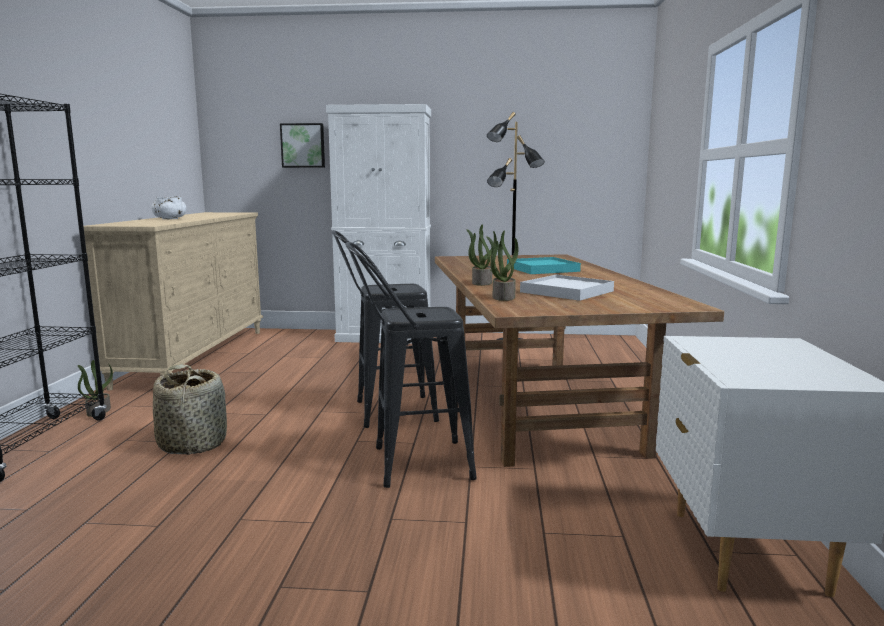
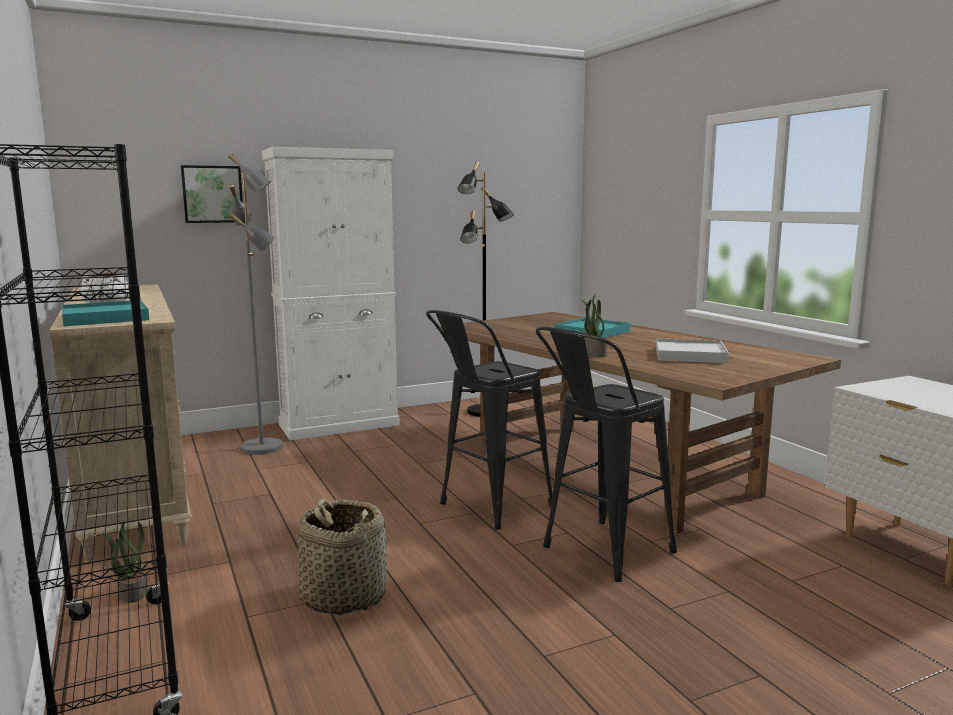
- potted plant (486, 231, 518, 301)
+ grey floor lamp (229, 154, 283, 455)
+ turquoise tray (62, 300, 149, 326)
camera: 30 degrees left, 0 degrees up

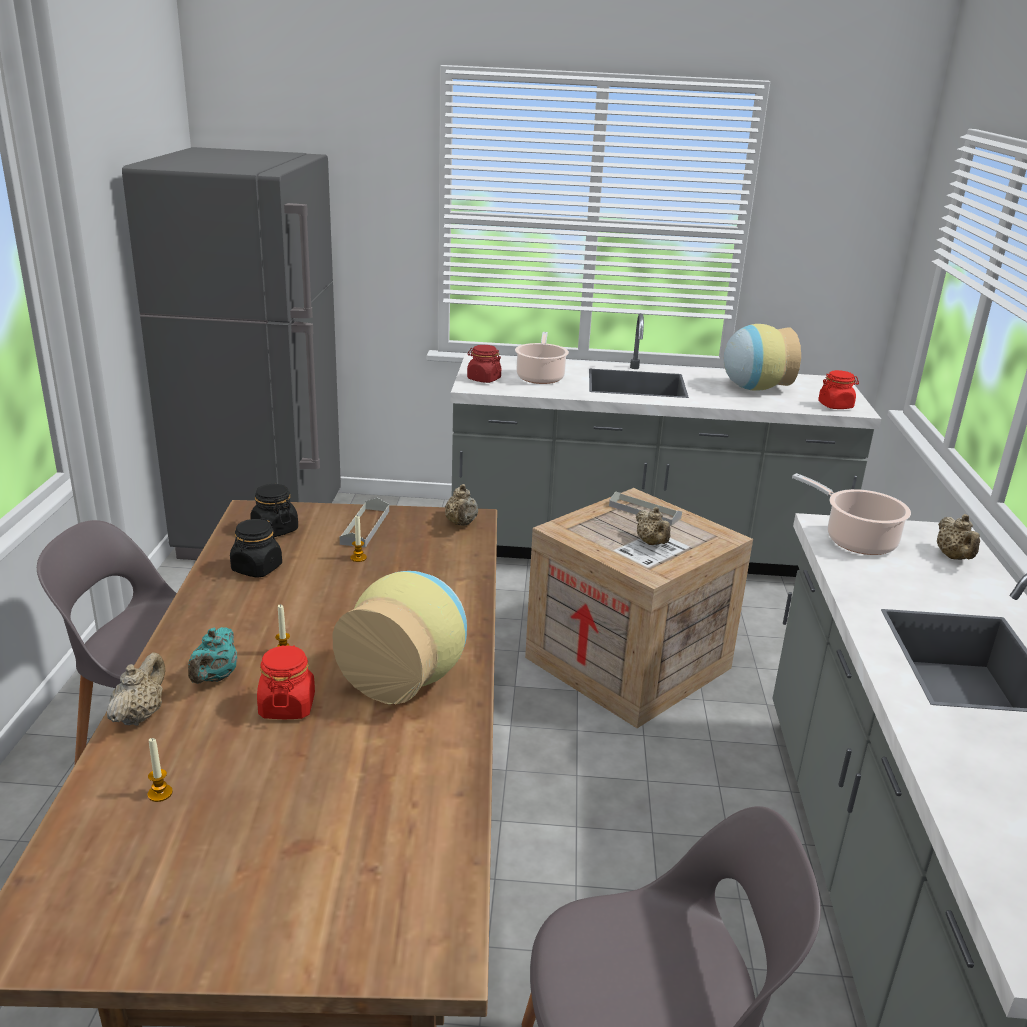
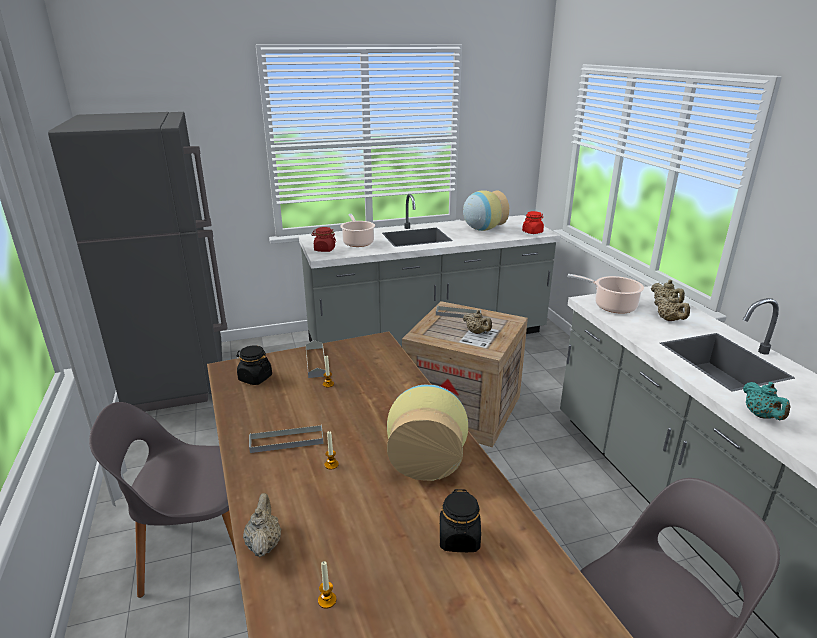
~ beige teapot (445, 484, 478, 525) to (654, 293, 690, 321)
~ black jar (230, 518, 282, 578) to (440, 489, 481, 552)
~ turquoise teapot (188, 627, 237, 684) to (743, 382, 791, 420)
- red jar (257, 645, 315, 719)
+ grey tray (249, 424, 324, 453)
camera: 20 degrees left, 0 degrees up

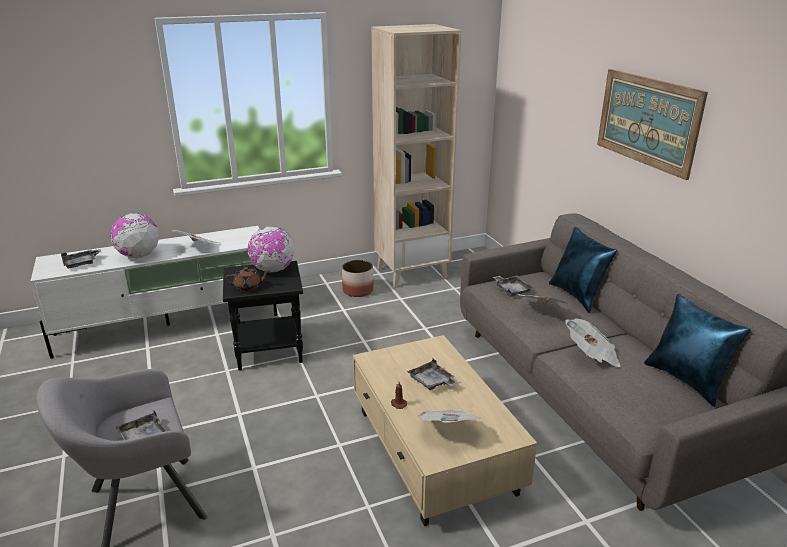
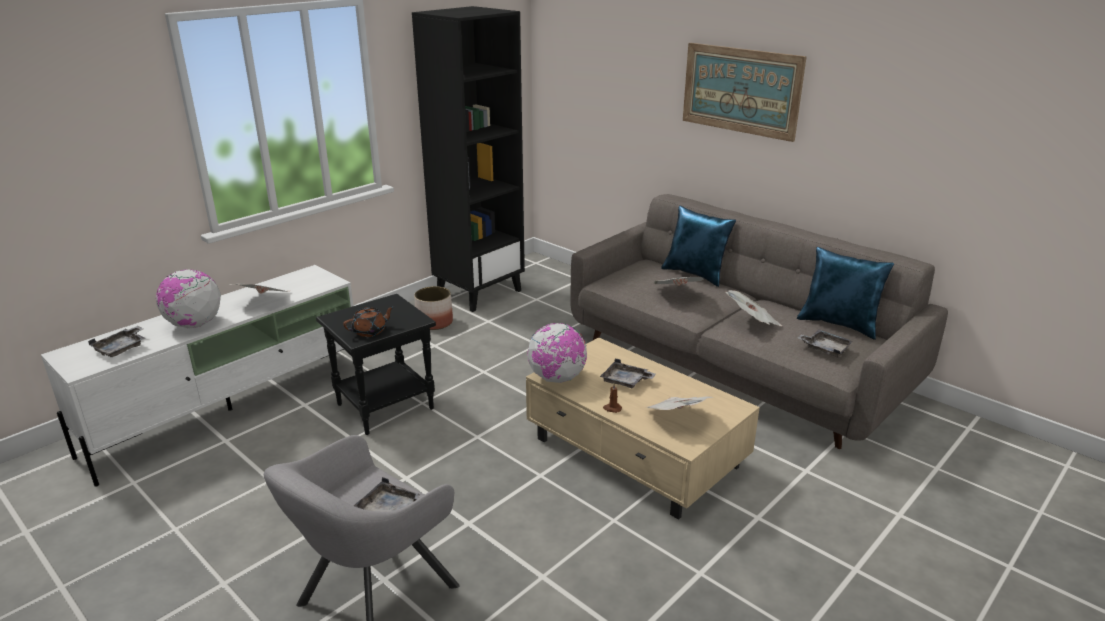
~ beige bookcase (371, 24, 462, 288) to black bookcase (412, 6, 525, 312)
~ globe (248, 226, 295, 273) to (527, 323, 587, 383)
~ grey tray (493, 275, 533, 297) to (797, 329, 853, 357)
camera: 25 degrees left, 0 degrees up

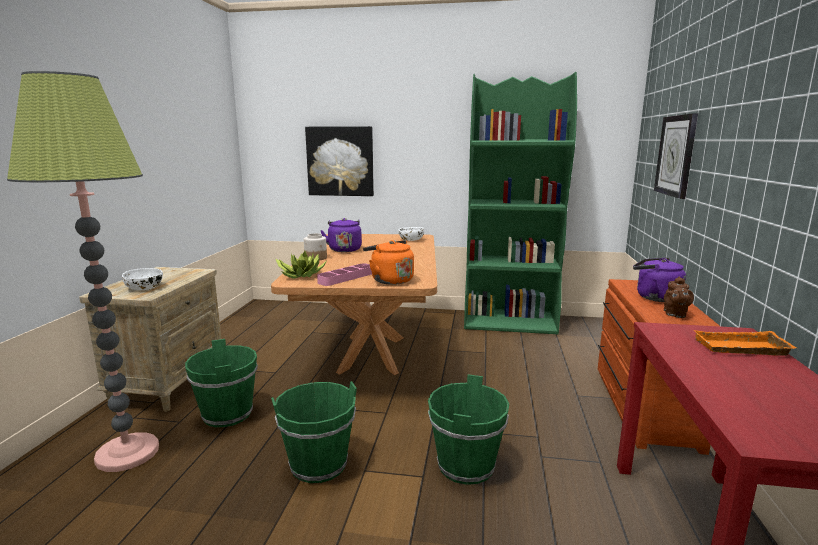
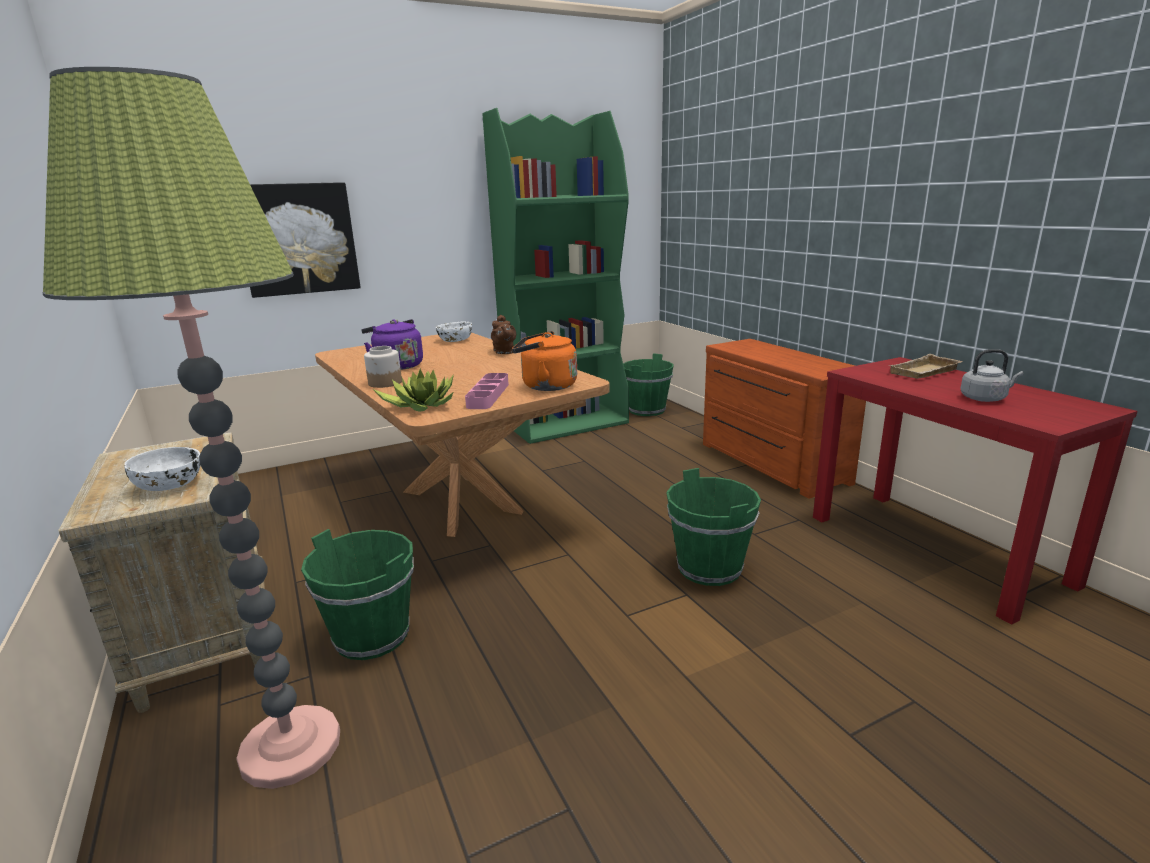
- wall clock (654, 113, 698, 199)
- purple kettle (633, 258, 686, 302)
~ brown teapot (664, 277, 694, 318) to (491, 315, 516, 354)
~ orange tray (694, 330, 796, 356) to beige tray (890, 354, 963, 379)
~ green bucket (271, 381, 357, 483) to (623, 353, 674, 416)
+ grey kettle (960, 349, 1024, 402)
camera: 35 degrees left, 5 degrees up

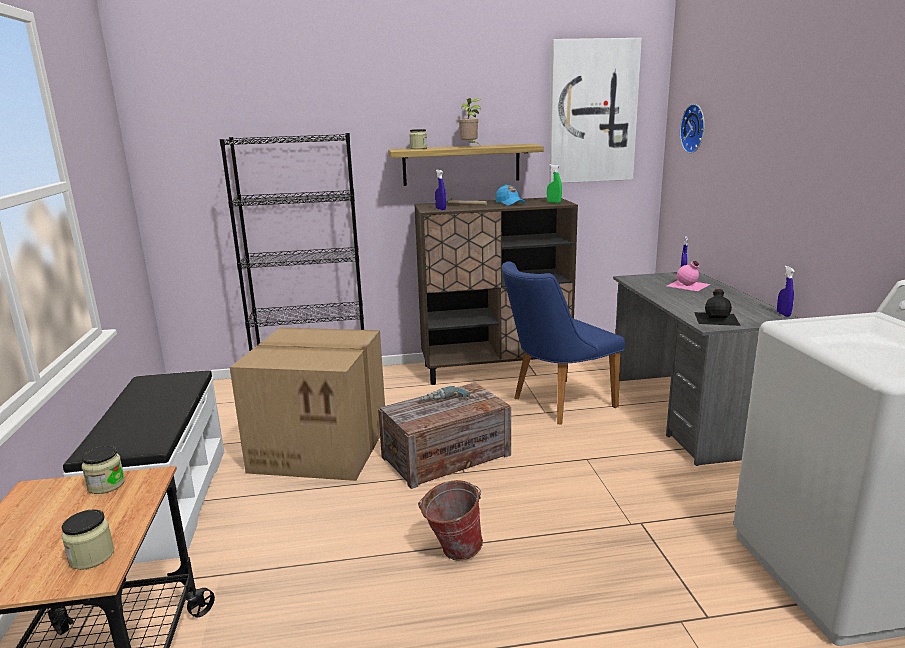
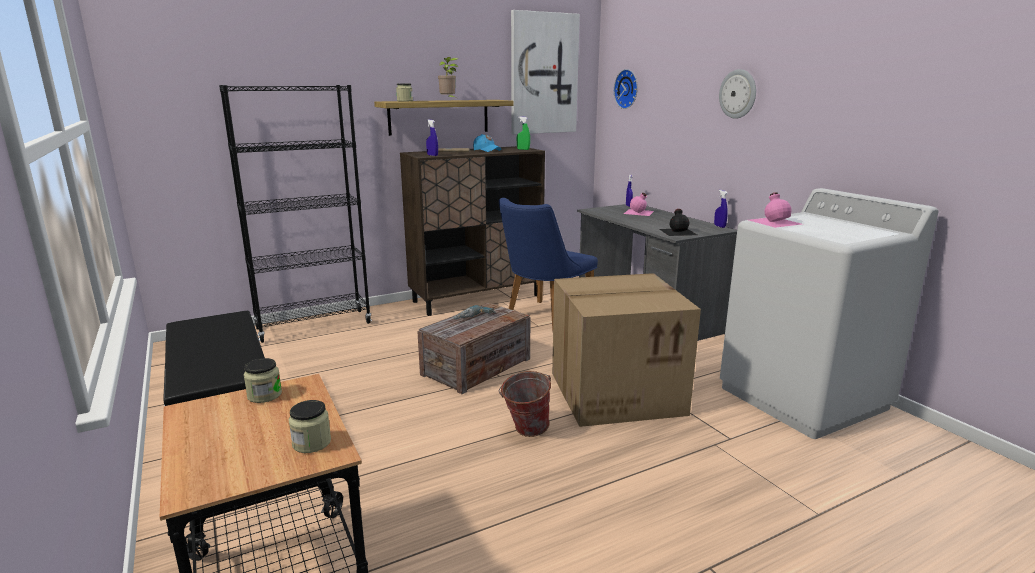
~ cardboard box (230, 328, 385, 481) to (552, 273, 701, 427)
+ wall clock (719, 69, 756, 119)
+ pink bottle (749, 192, 802, 228)
camera: 20 degrees left, 0 degrees up

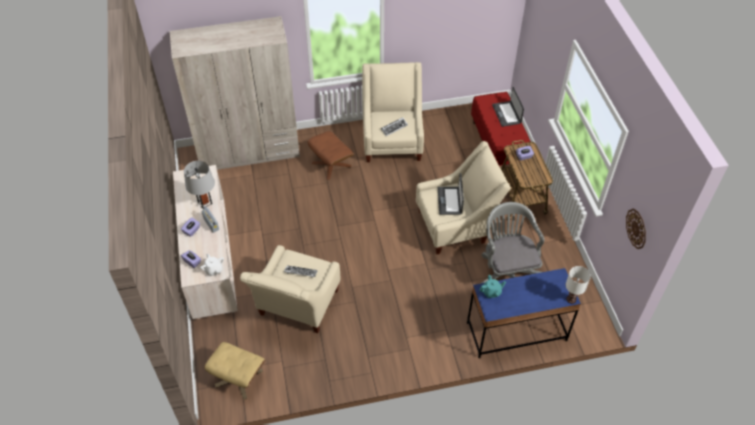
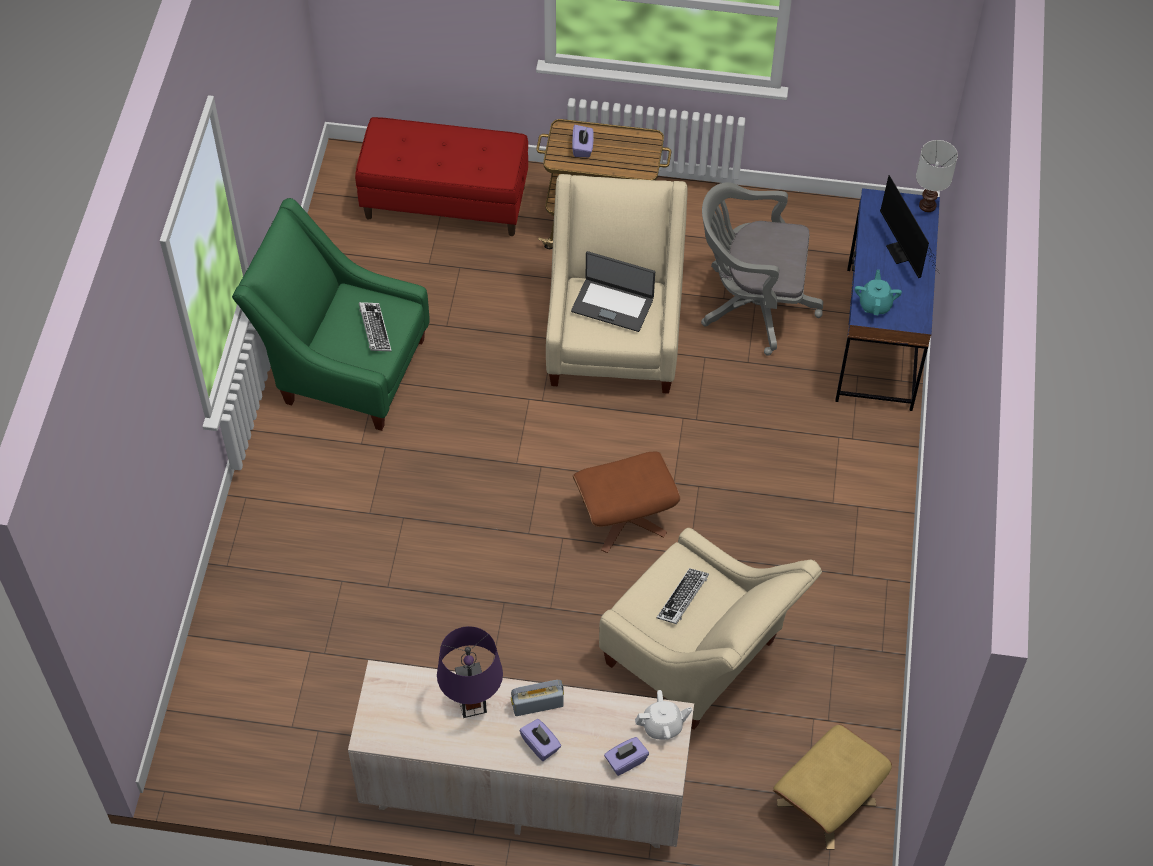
- beige wardrobe (170, 16, 300, 170)
~ beige armchair (362, 62, 424, 162) to green armchair (232, 198, 430, 431)
- laptop (492, 87, 524, 127)
~ brown ottoman (307, 131, 354, 180) to (573, 452, 680, 553)
~ grey table lamp (184, 160, 215, 209) to purple table lamp (437, 626, 503, 718)
- wall clock (626, 208, 646, 249)
+ monitor (880, 175, 937, 278)
camera: 70 degrees left, 5 degrees up

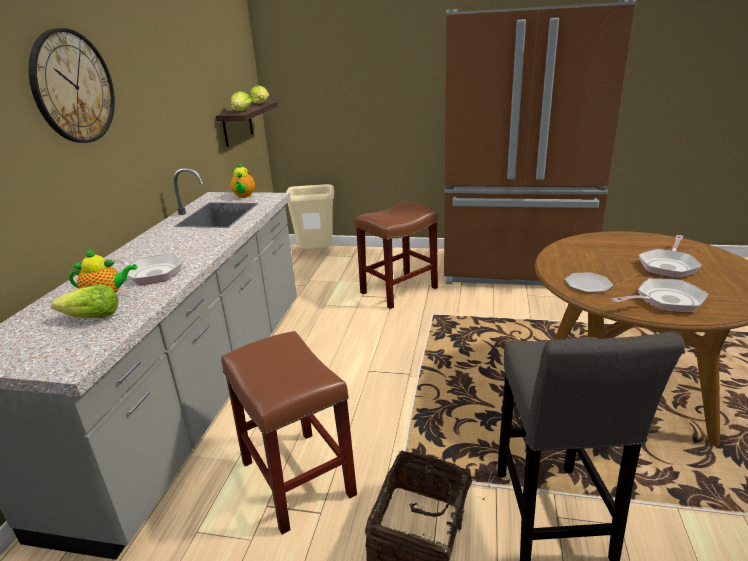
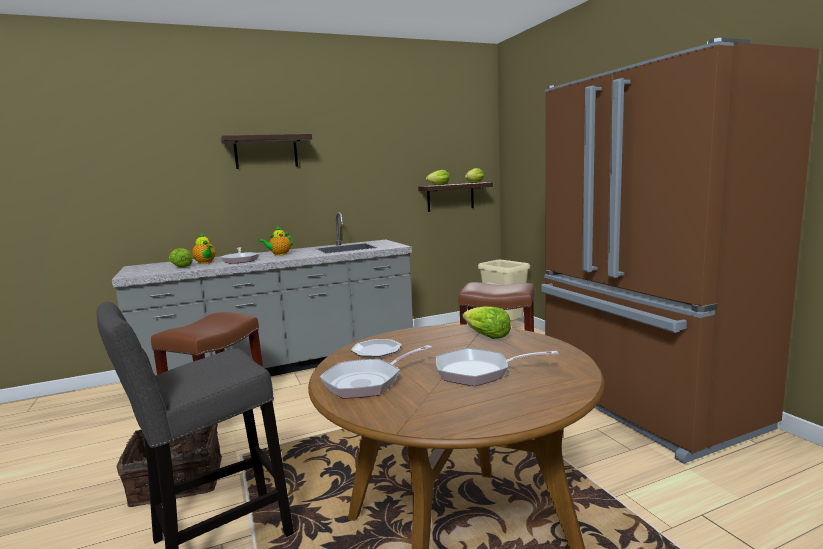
~ wall clock (29, 28, 115, 143) to shelf (221, 134, 312, 169)
~ teapot (230, 163, 255, 198) to (258, 226, 293, 256)
~ frying pan (611, 278, 708, 313) = (320, 345, 432, 399) 105 degrees clockwise
+ lettuce (463, 306, 511, 339)
camera: 55 degrees right, 15 degrees down

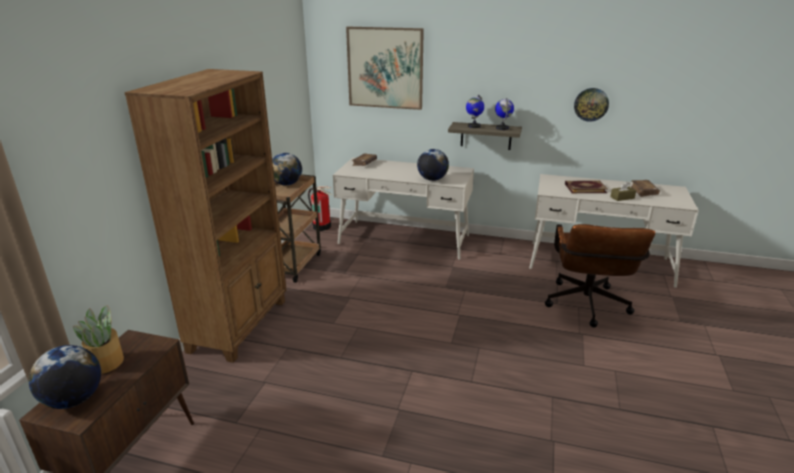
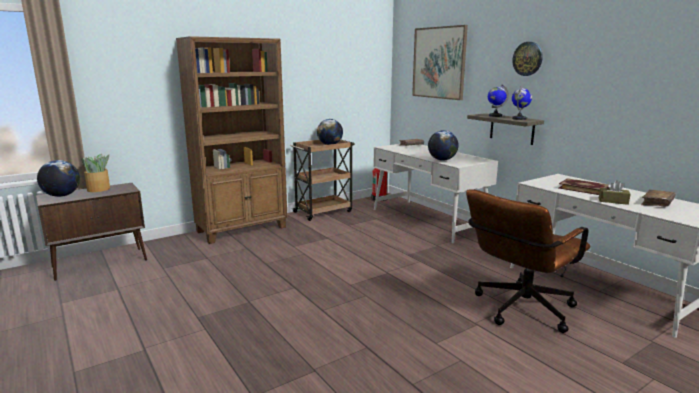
~ wall clock (574, 88, 609, 122) to (513, 42, 543, 76)
camera: 40 degrees right, 10 degrees down

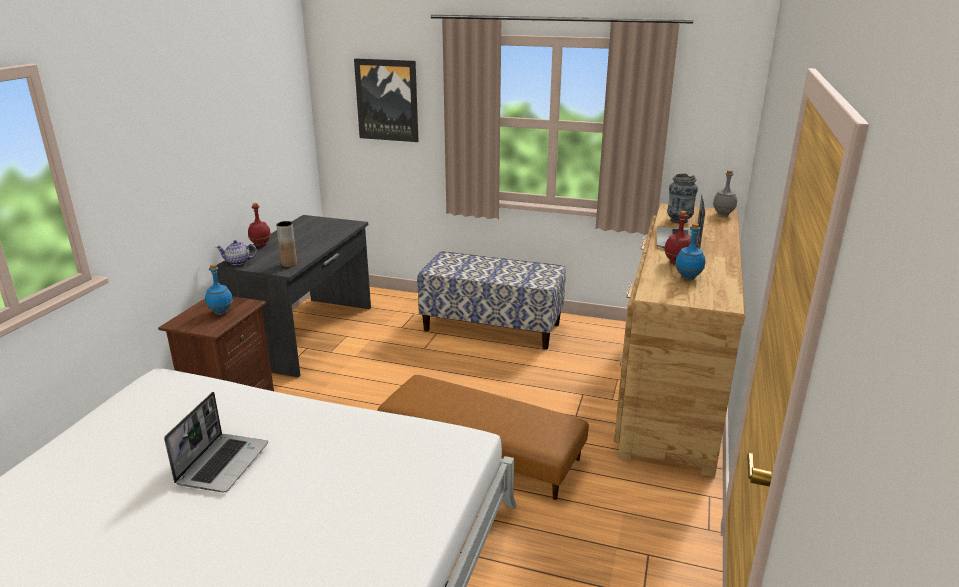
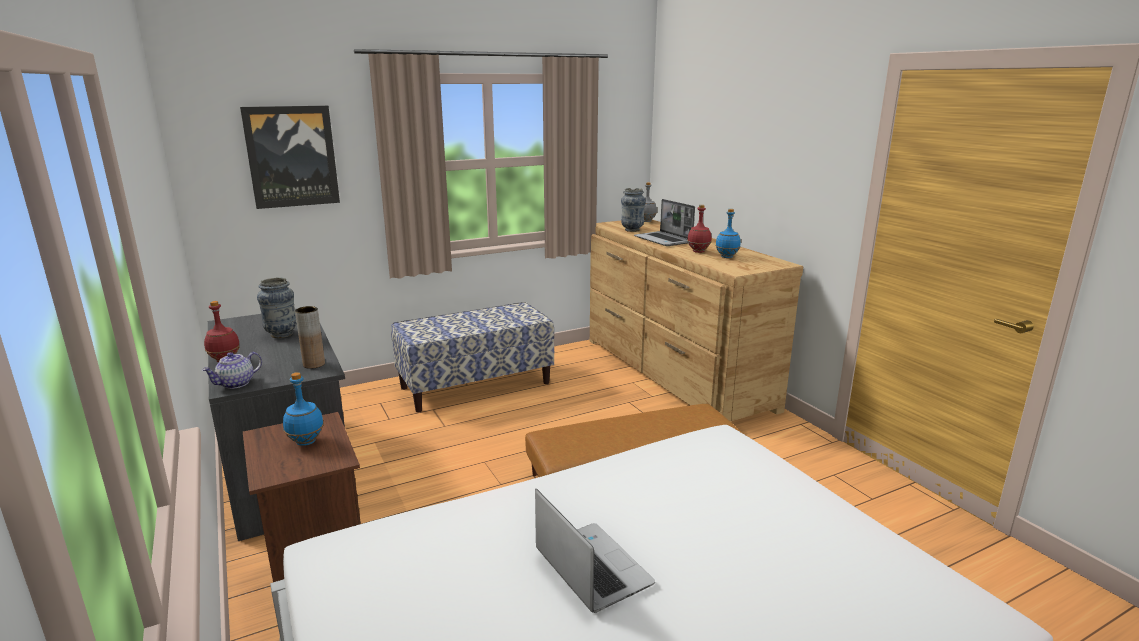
+ vase (257, 277, 297, 338)
camera: 45 degrees left, 5 degrees down

